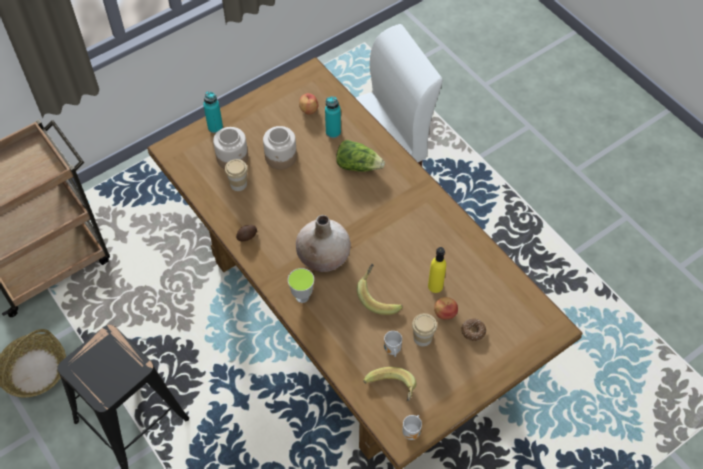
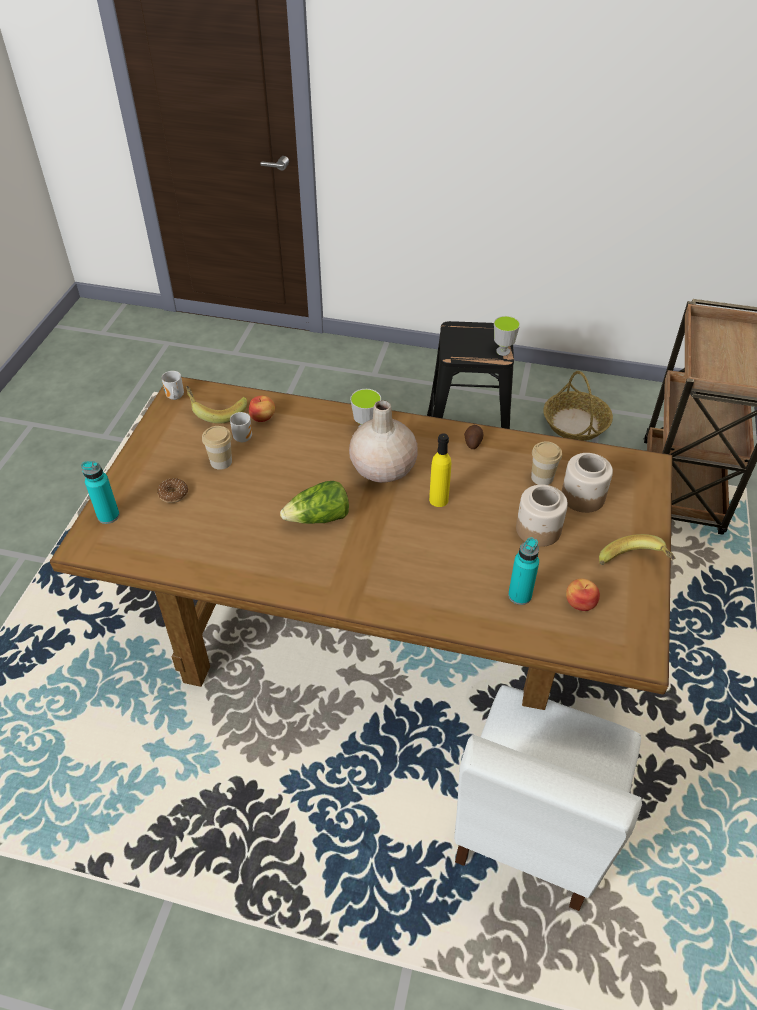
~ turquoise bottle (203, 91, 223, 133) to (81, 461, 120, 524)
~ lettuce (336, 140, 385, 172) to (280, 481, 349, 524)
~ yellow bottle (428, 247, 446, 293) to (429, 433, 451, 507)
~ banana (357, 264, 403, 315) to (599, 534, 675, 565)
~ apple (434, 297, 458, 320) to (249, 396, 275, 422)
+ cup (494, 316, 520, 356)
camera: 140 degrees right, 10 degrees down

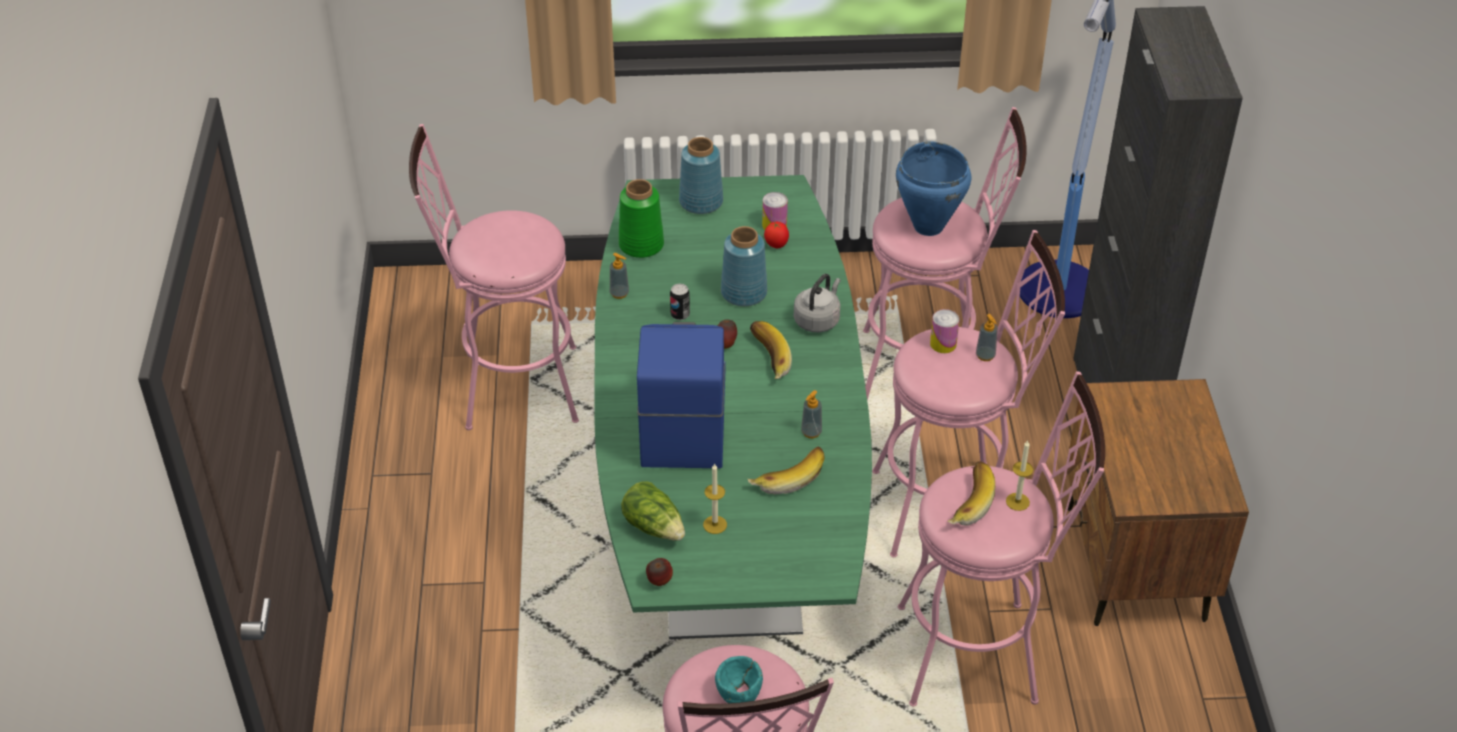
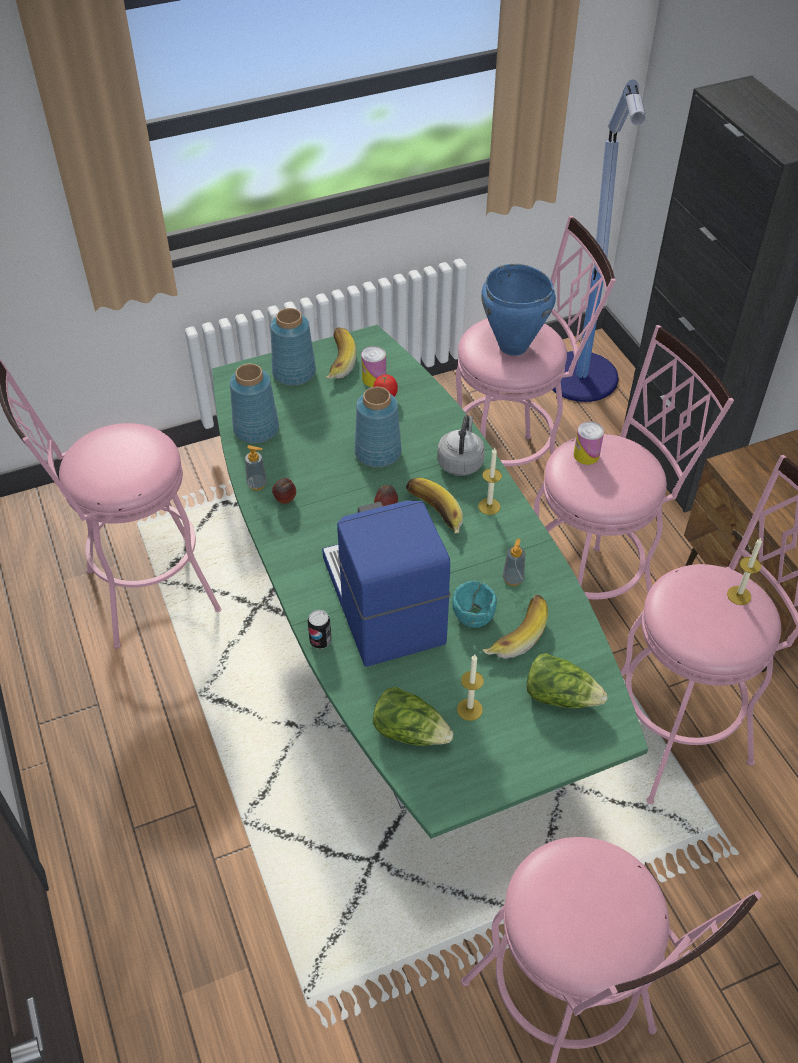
~ green vase (619, 179, 664, 258) to blue vase (230, 364, 279, 443)
~ can (670, 284, 690, 320) to (307, 610, 332, 649)
- soap dispenser (976, 314, 998, 361)
~ banana (948, 461, 995, 526) to (326, 327, 357, 379)
~ apple (646, 558, 673, 586) to (272, 478, 296, 504)
~ turquoise bowl (715, 656, 763, 703) to (452, 581, 497, 628)
+ candle (478, 448, 502, 515)
+ lettuce (527, 653, 608, 708)
camera: 20 degrees left, 5 degrees up

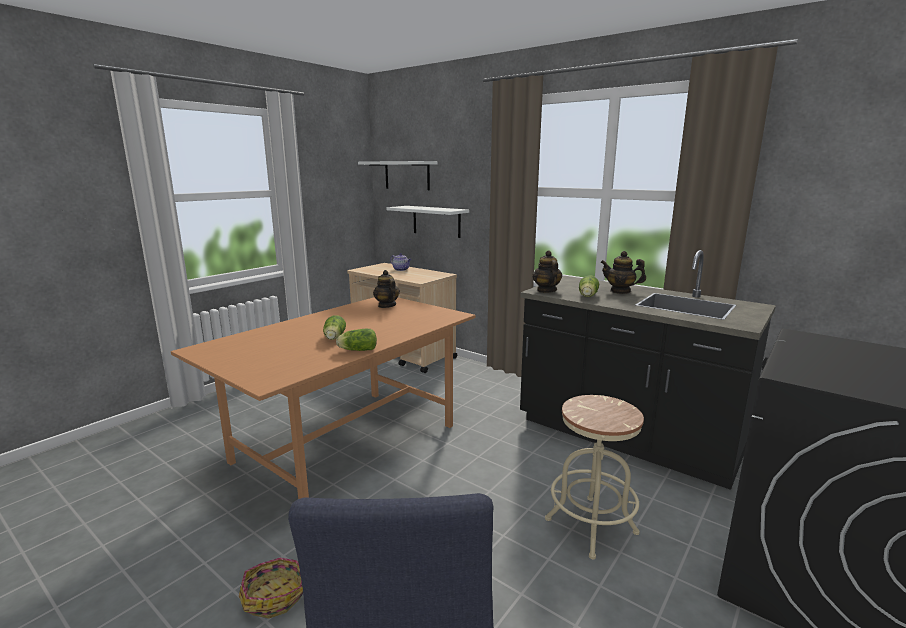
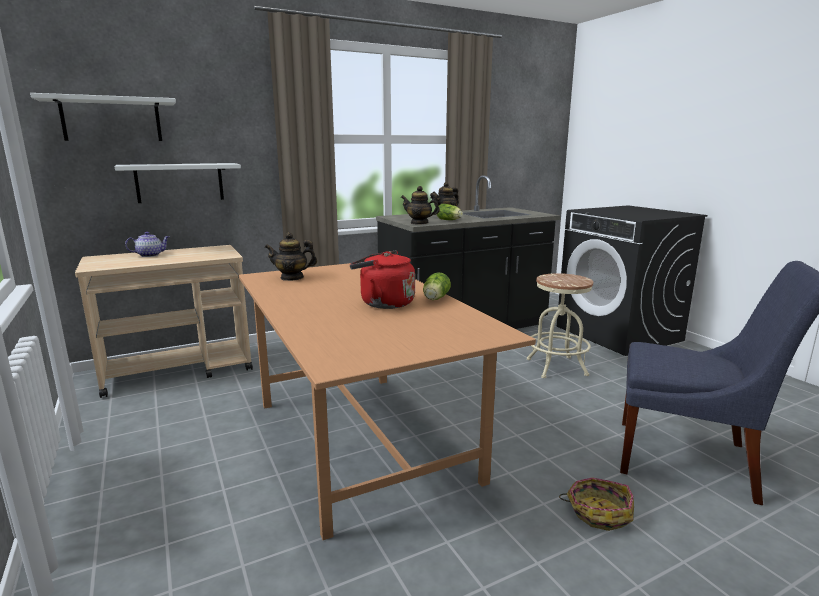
~ lettuce (323, 315, 346, 340) to red kettle (350, 251, 415, 309)
camera: 65 degrees left, 0 degrees up

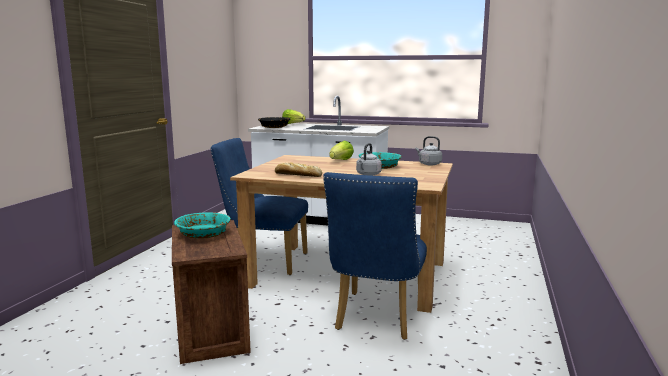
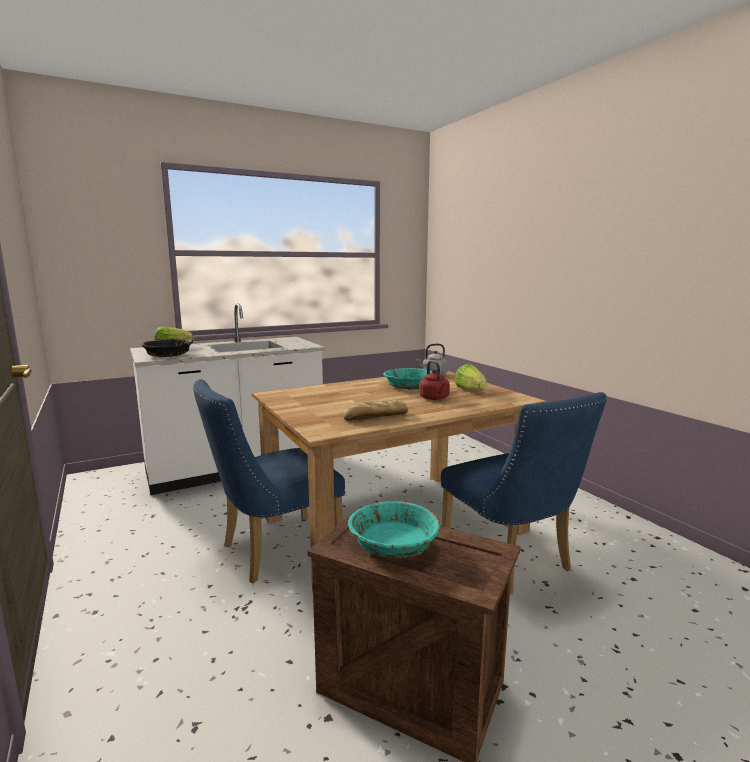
~ lettuce (329, 141, 354, 160) to (455, 364, 487, 391)
~ grey kettle (356, 143, 382, 176) to red kettle (419, 360, 450, 400)
camera: 45 degrees left, 0 degrees up

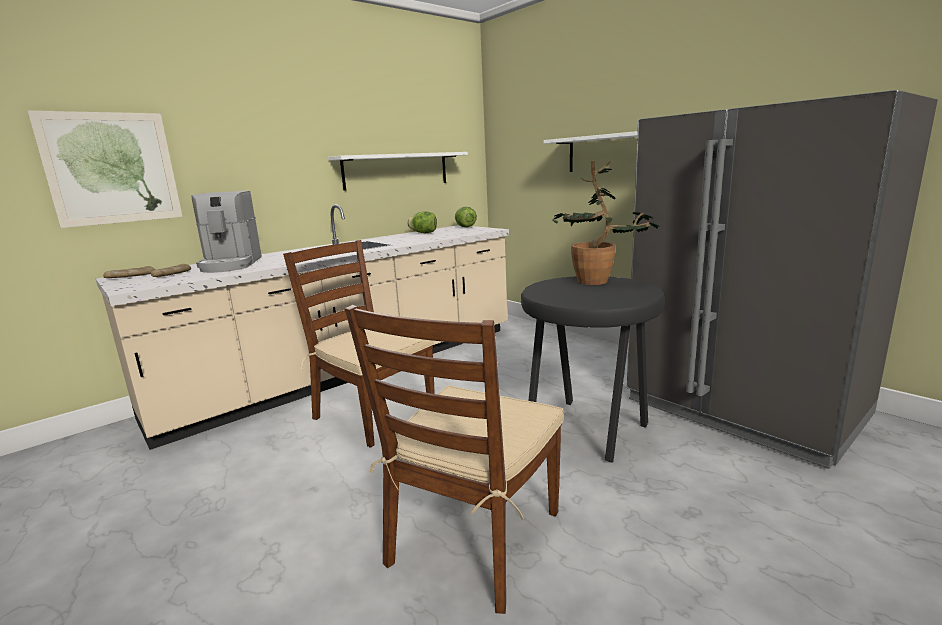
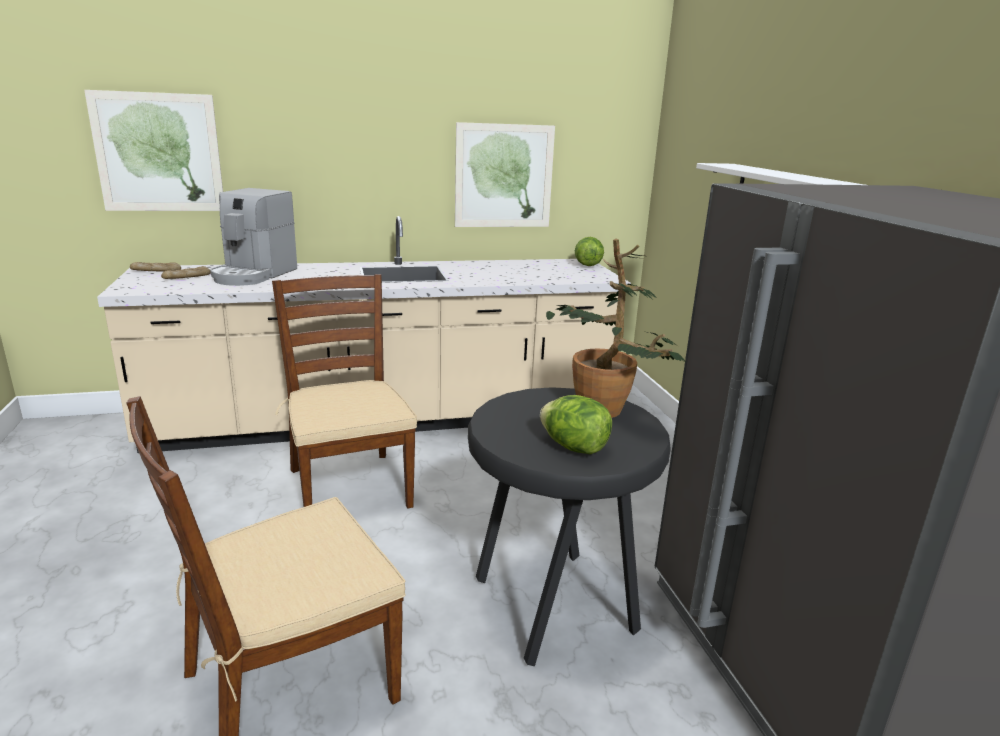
~ white shelf (328, 152, 468, 191) to picture (455, 122, 555, 227)
~ lettuce (407, 211, 437, 233) to (540, 395, 612, 454)
camera: 25 degrees right, 5 degrees up

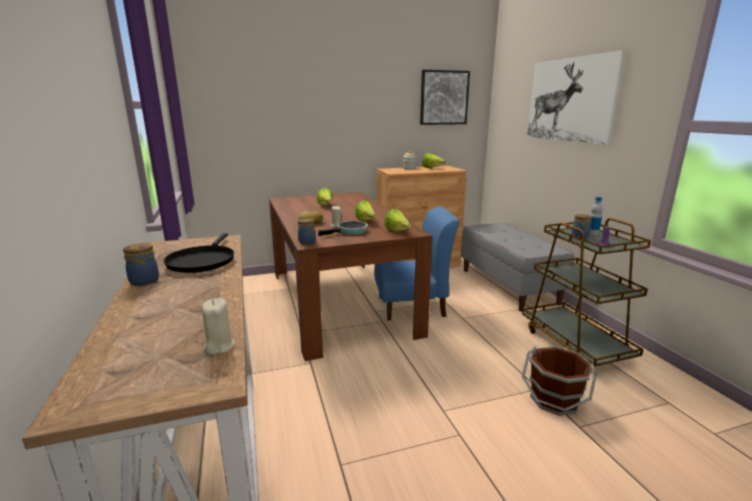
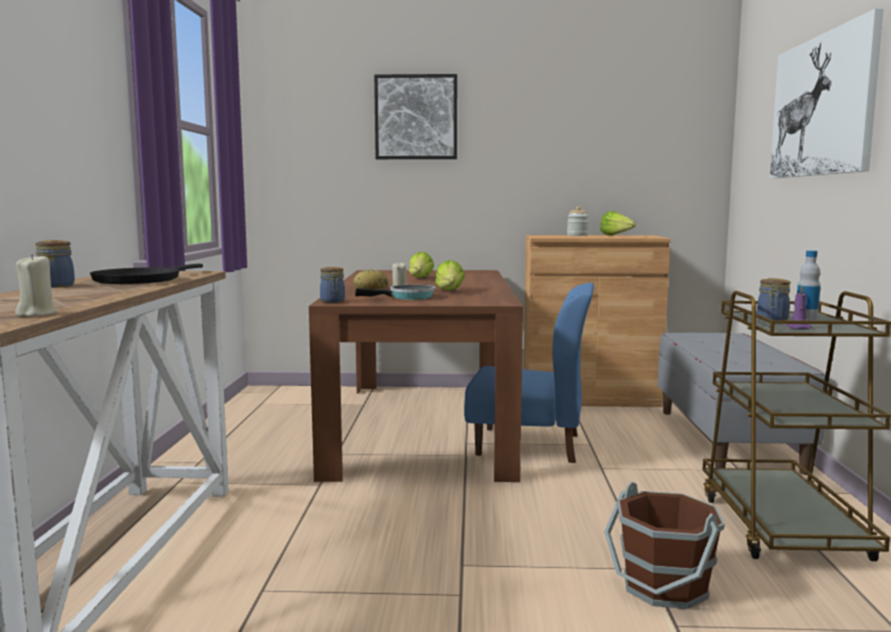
~ picture (420, 70, 470, 125) to (374, 74, 457, 159)
- lettuce (384, 209, 411, 231)
camera: 20 degrees right, 10 degrees down

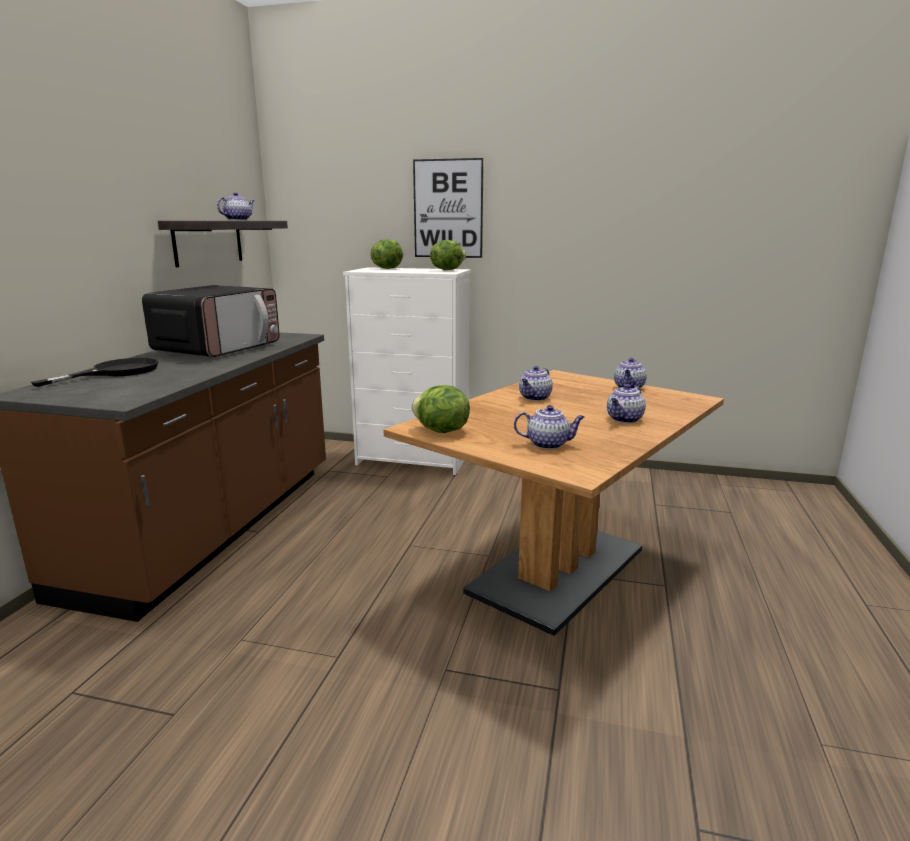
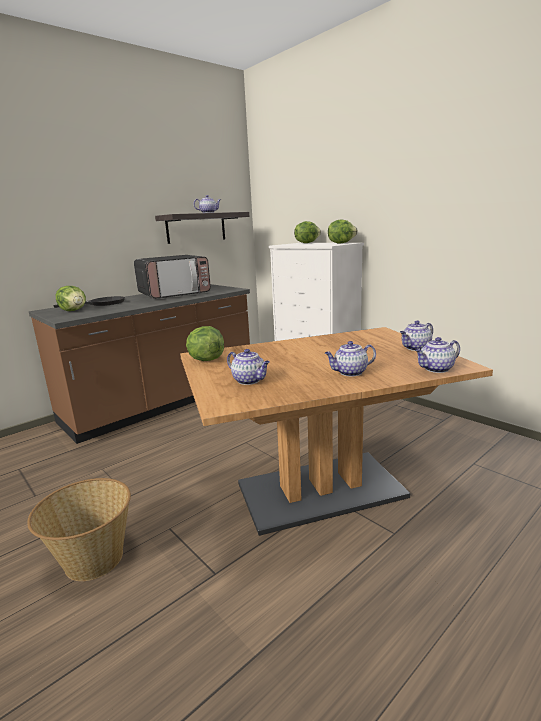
- picture (413, 158, 484, 258)
~ teapot (519, 366, 553, 401) to (415, 337, 460, 373)
+ lettuce (56, 286, 86, 311)
+ basket (27, 478, 131, 581)
camera: 35 degrees right, 0 degrees up

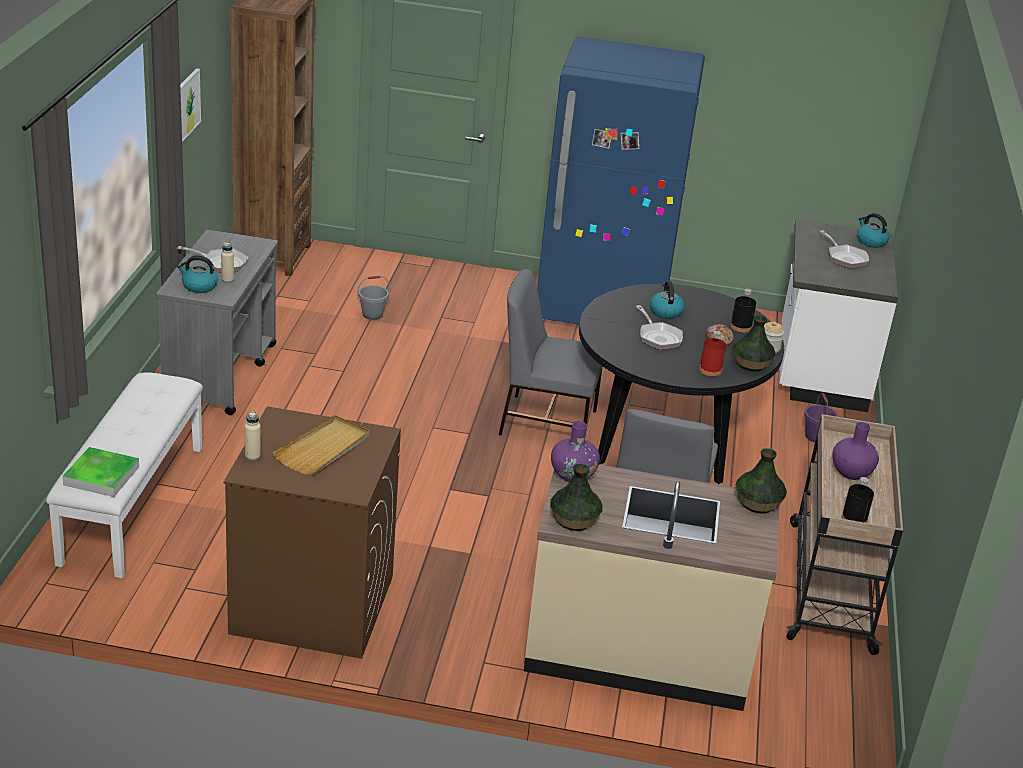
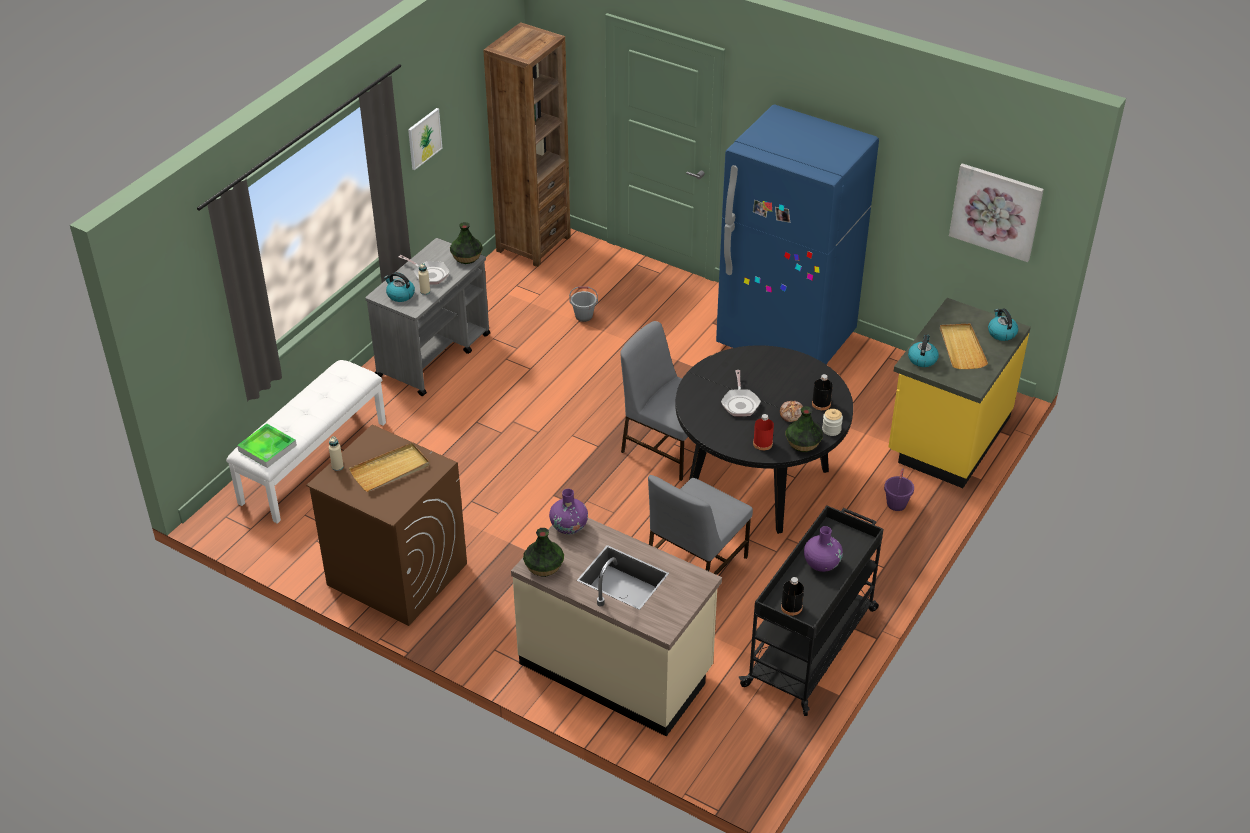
~ white counter (779, 219, 898, 412) to yellow counter (888, 298, 1031, 488)
~ frying pan (819, 230, 869, 268) to beige tray (940, 324, 988, 369)
~ kettle (650, 281, 685, 319) to (908, 334, 939, 367)
~ beige cart (786, 414, 903, 655) to black cart (739, 506, 884, 716)
~ vase (735, 448, 787, 514) to (450, 222, 483, 264)
+ picture (949, 163, 1044, 262)
camera: 25 degrees right, 10 degrees up

